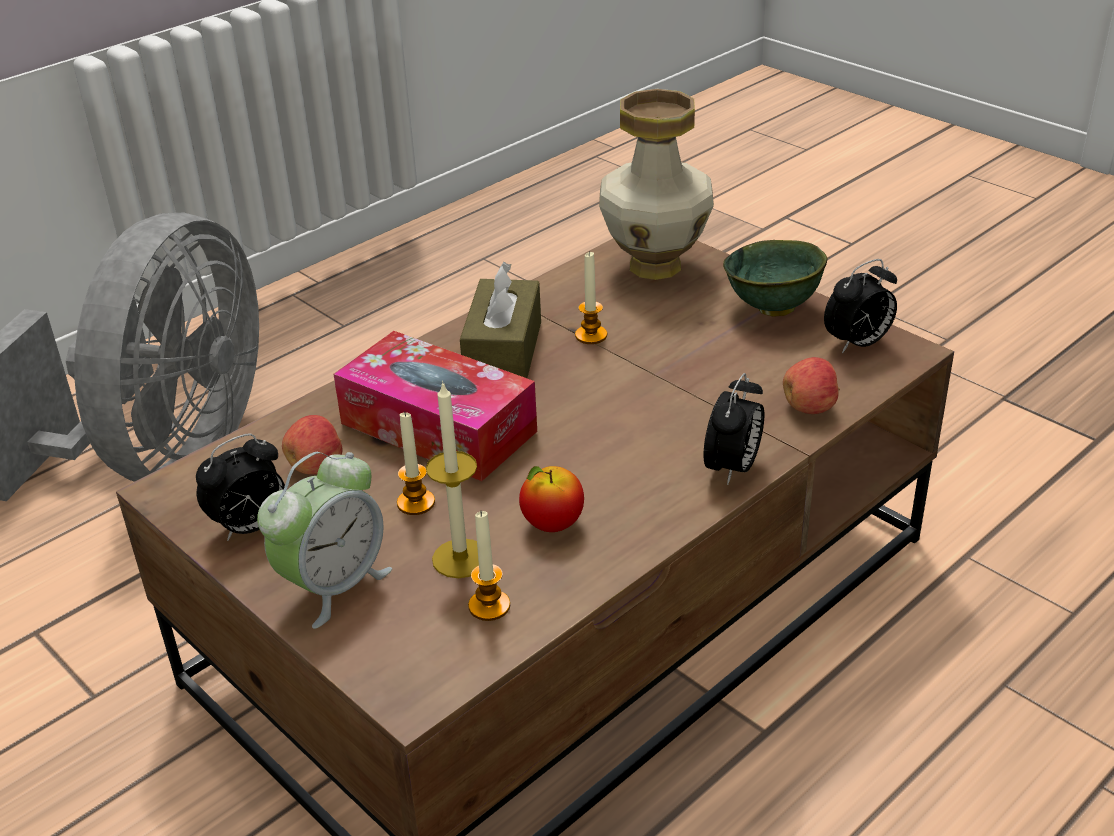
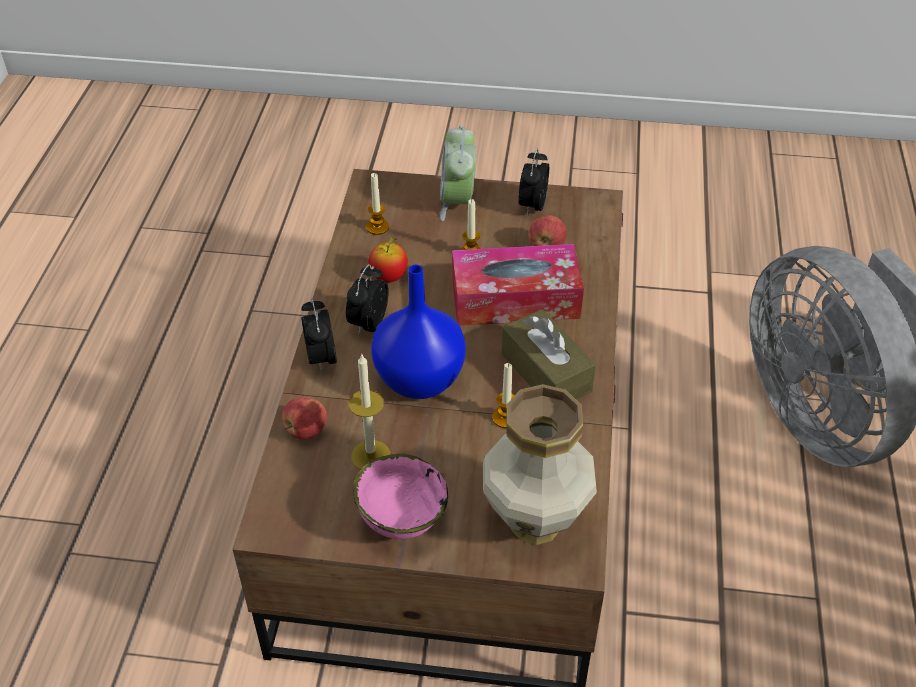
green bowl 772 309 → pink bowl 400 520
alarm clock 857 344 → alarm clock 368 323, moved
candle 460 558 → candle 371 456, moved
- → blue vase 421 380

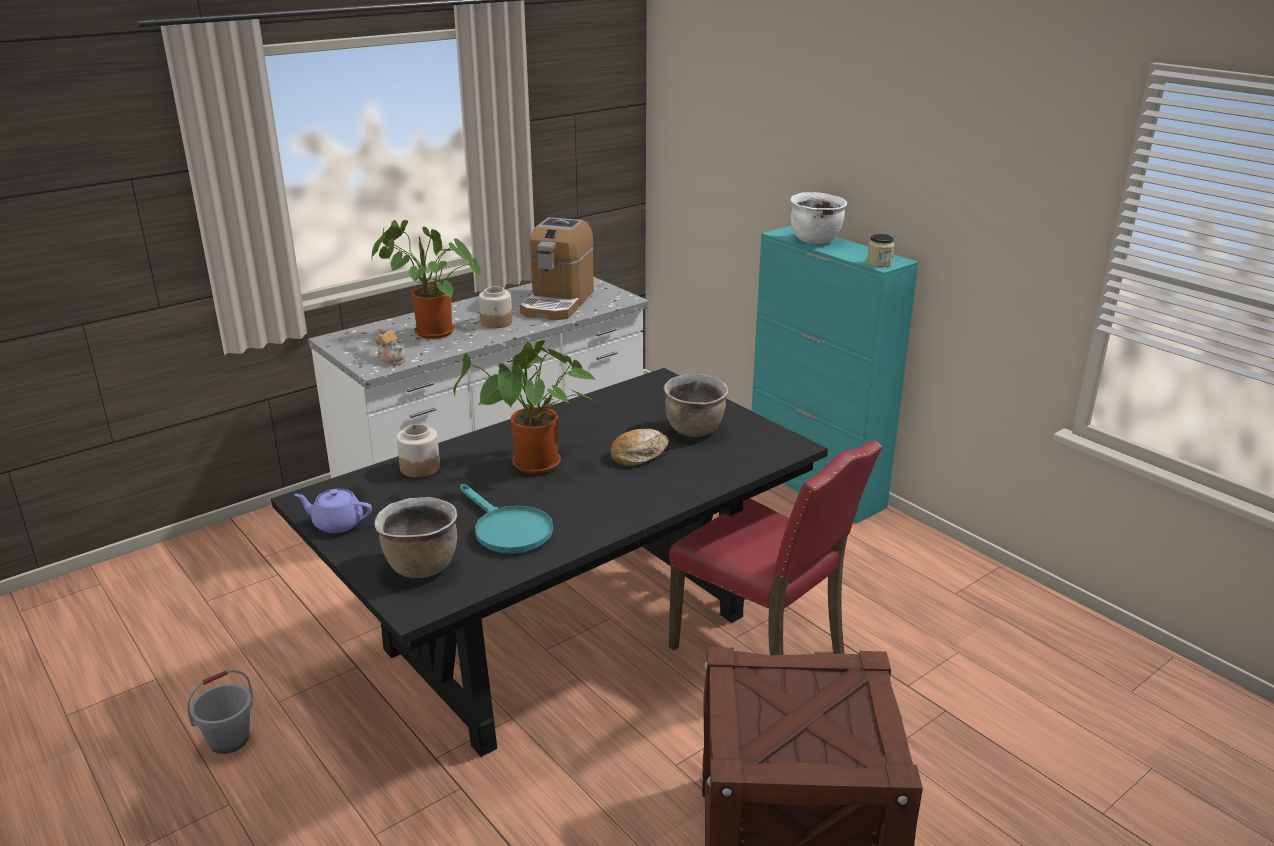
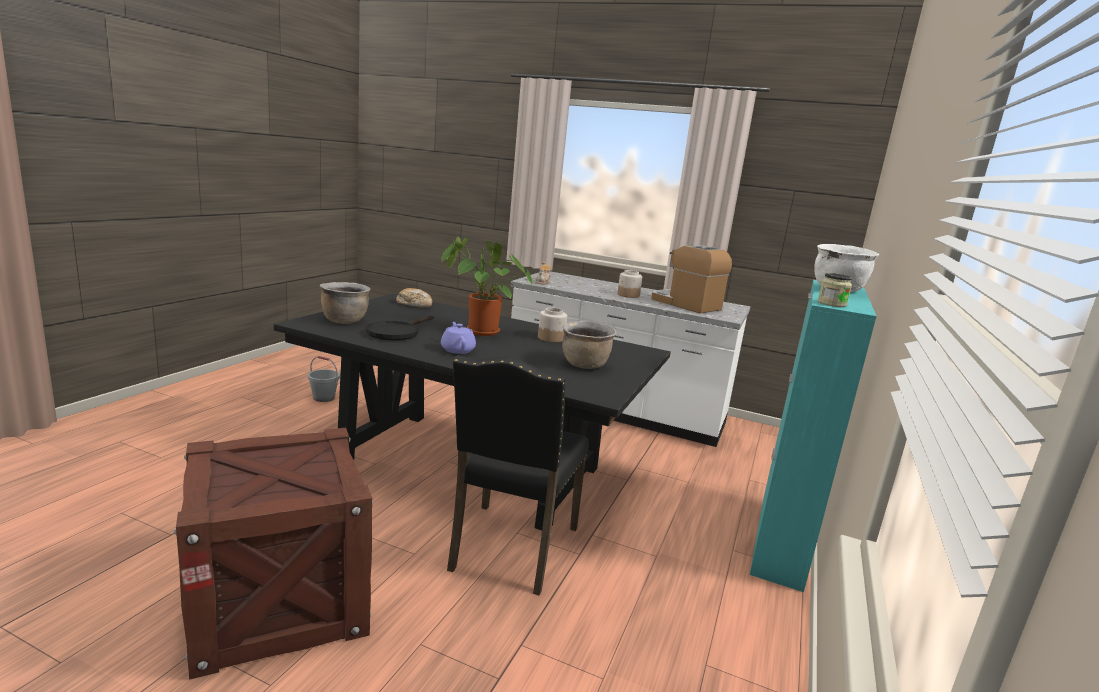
coffee machine 557 302 → coffee machine 685 304, 60 degrees clockwise
potted plant 429 332 → -
jar 420 467 → jar 551 338, moved
bread 639 455 → bread 414 304, moved
red chair 762 650 → black chair 511 549
turquoise frying pan 507 529 → black frying pan 397 332
purple teapot 337 524 → purple teapot 457 350, moved

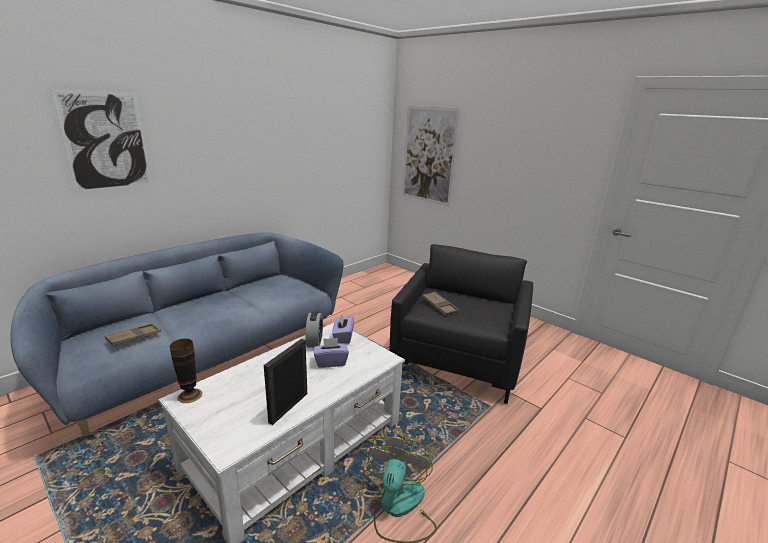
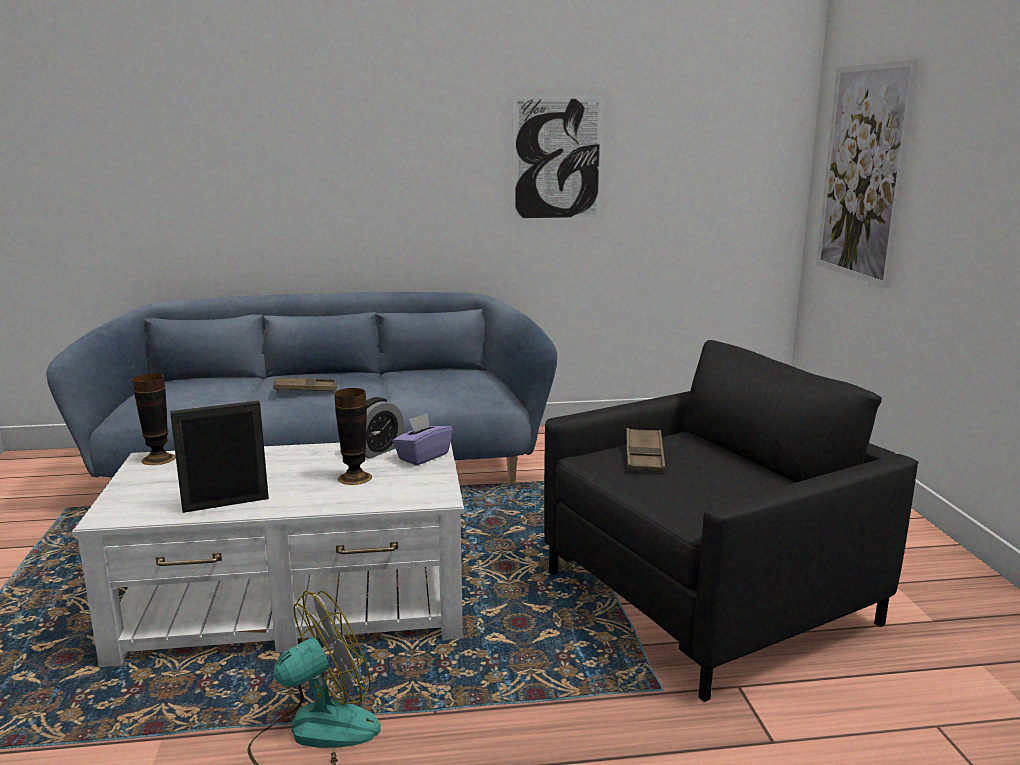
picture 106 141 → picture 557 159, moved
brown tray 134 337 → brown tray 305 389, moved
purple tissue box 330 362 → vase 355 478

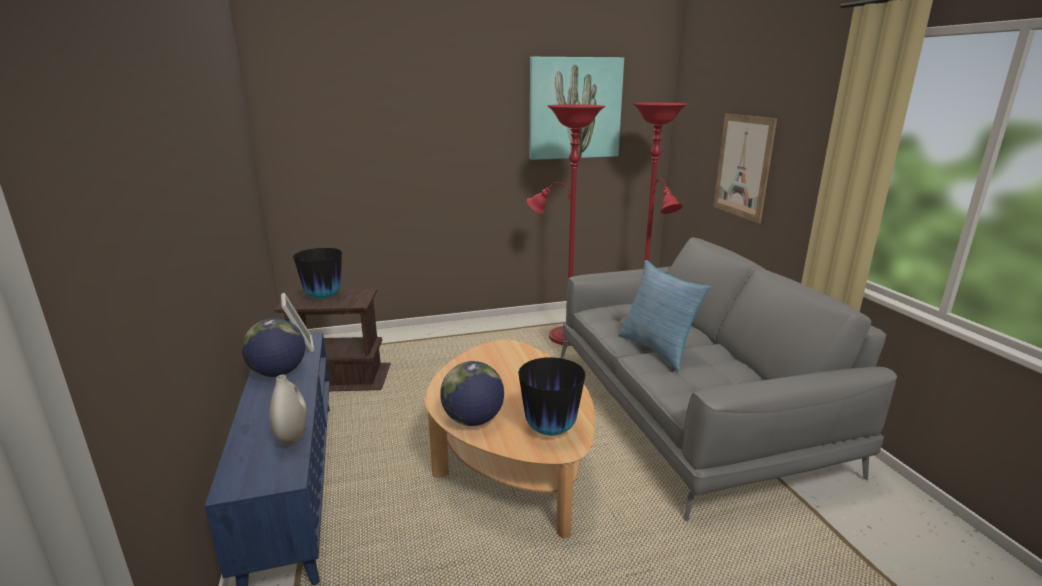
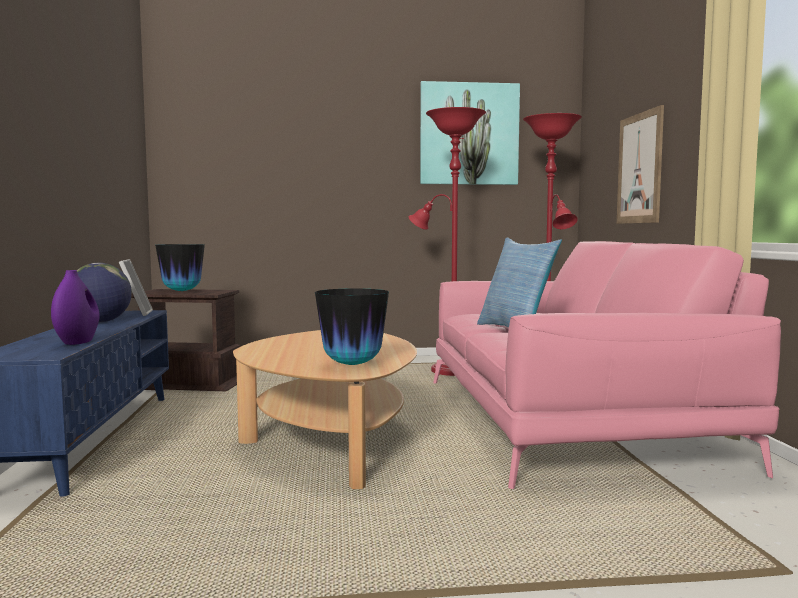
grey sofa 689 411 → pink sofa 565 421
globe 473 420 → -
white vase 292 435 → purple vase 77 342

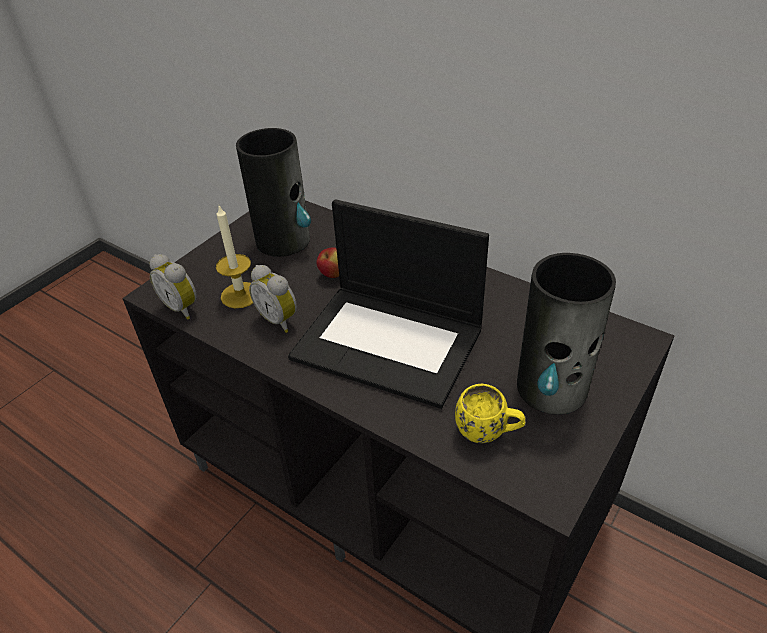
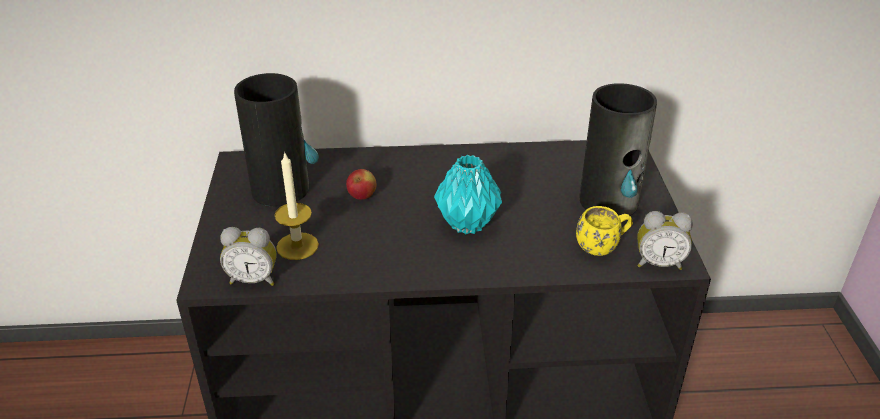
laptop 390 342 → turquoise vase 468 224
alarm clock 280 319 → alarm clock 658 263, moved

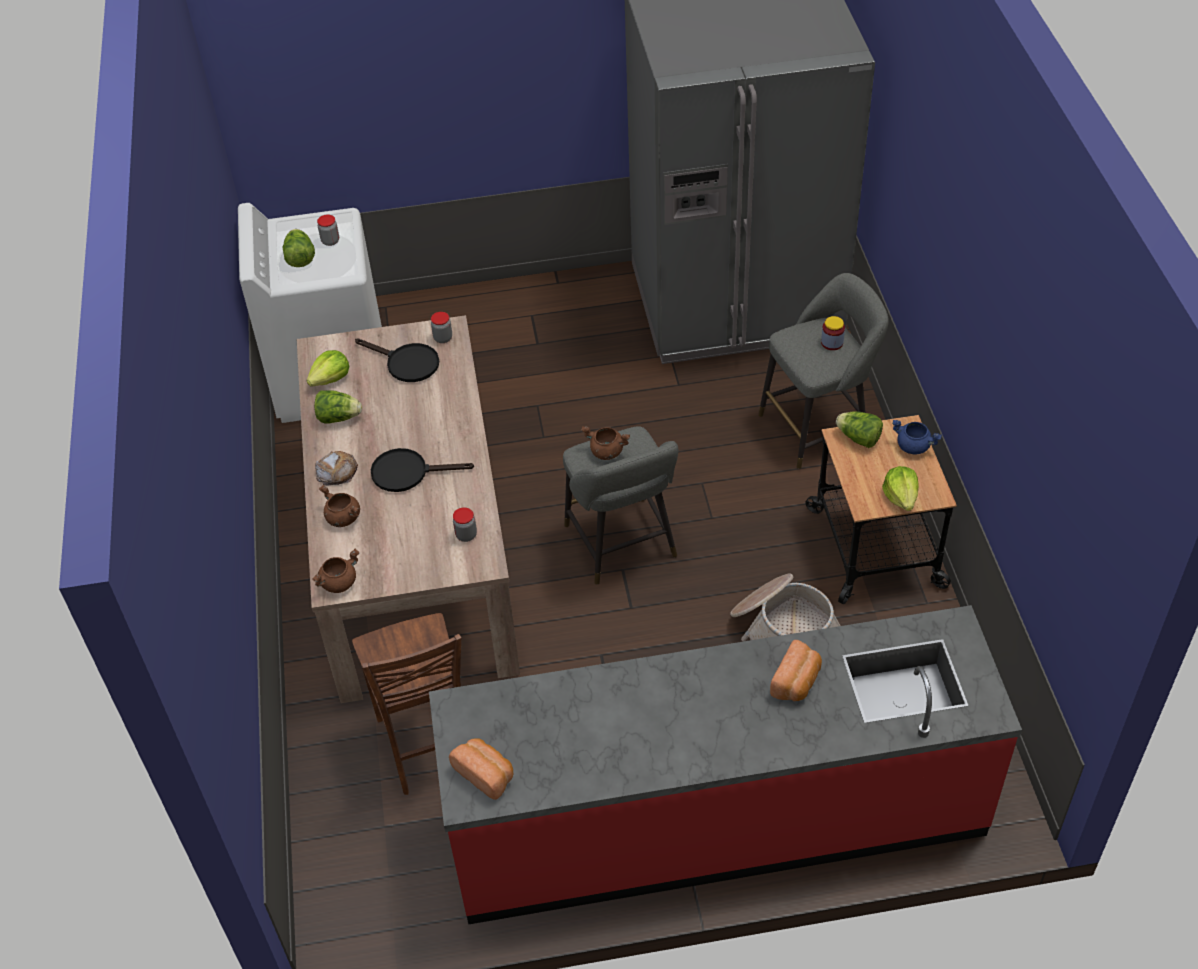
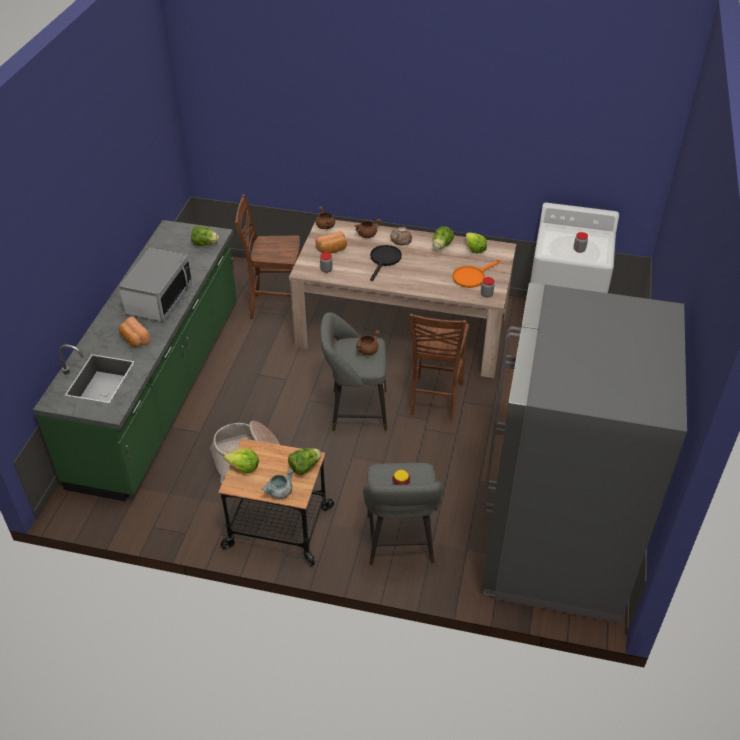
lettuce 300 258 → lettuce 205 244, moved
black frying pan 406 363 → orange frying pan 472 277
blue cooking pot 914 446 → grey cooking pot 279 492
red counter 716 817 → green counter 161 390
bread 485 774 → bread 332 250, moved
- → microwave 159 300
- → brown chair 434 399

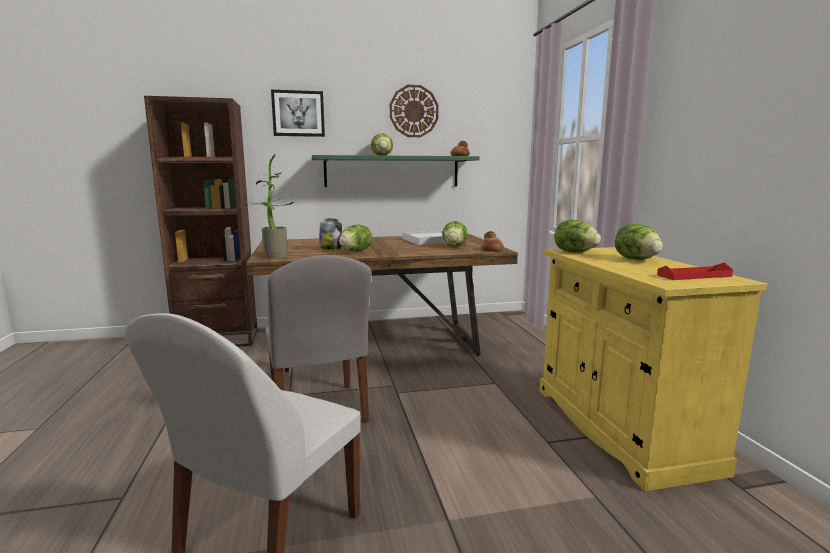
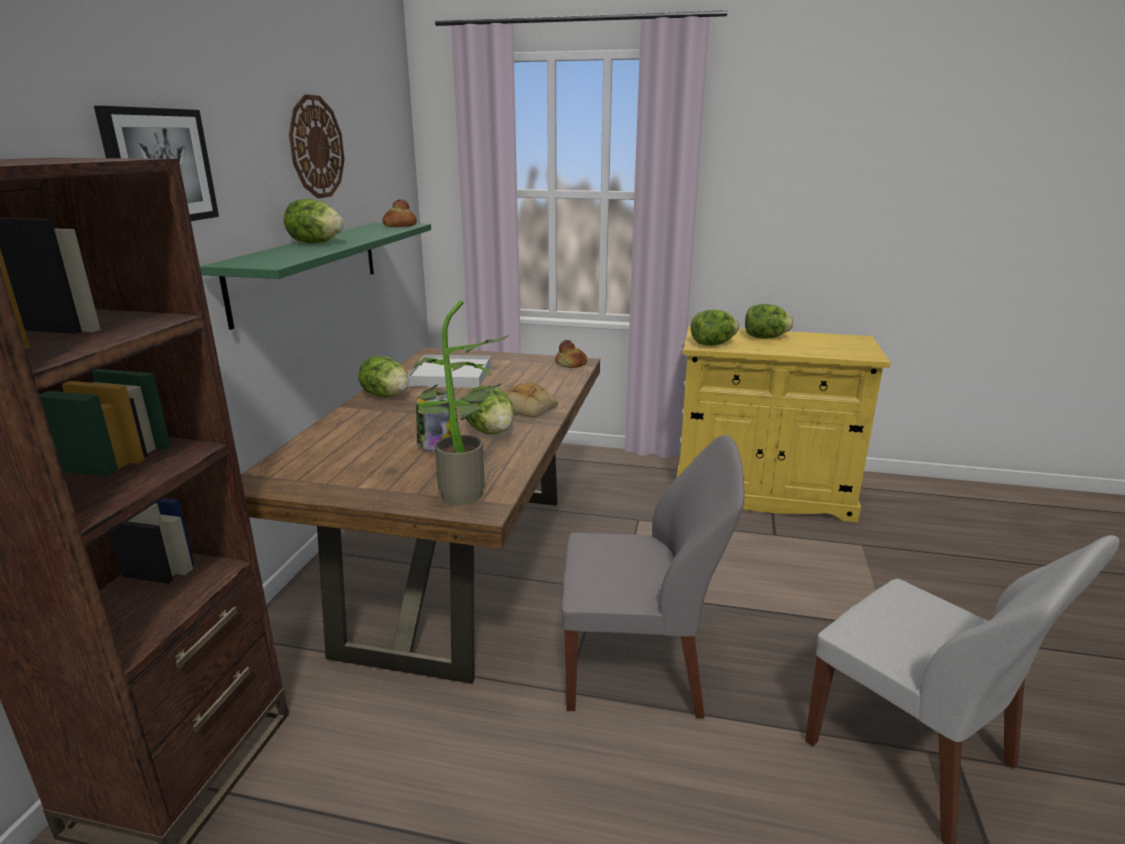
lettuce 454 246 → lettuce 386 396, moved
red tray 694 276 → -
- → bread 528 408

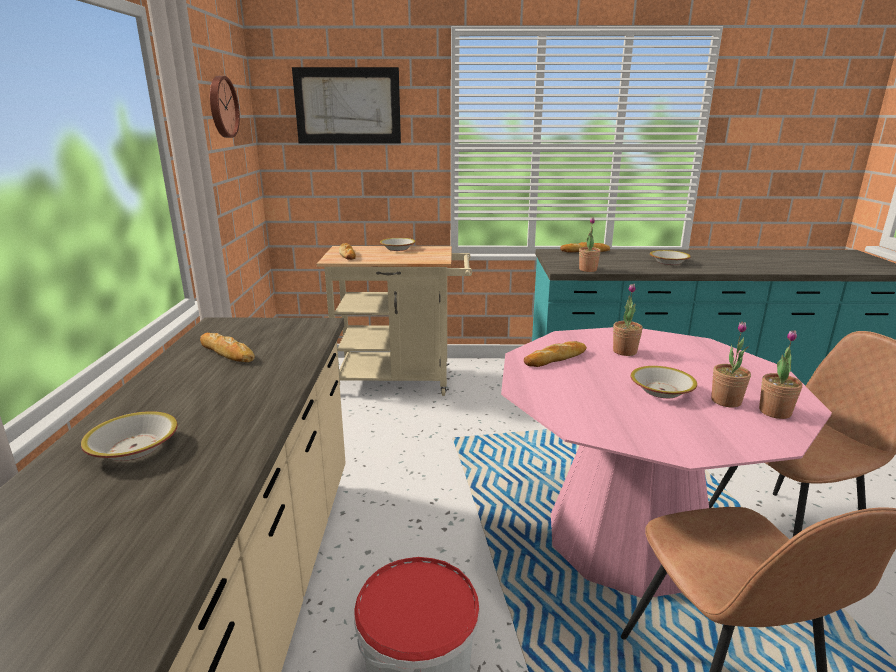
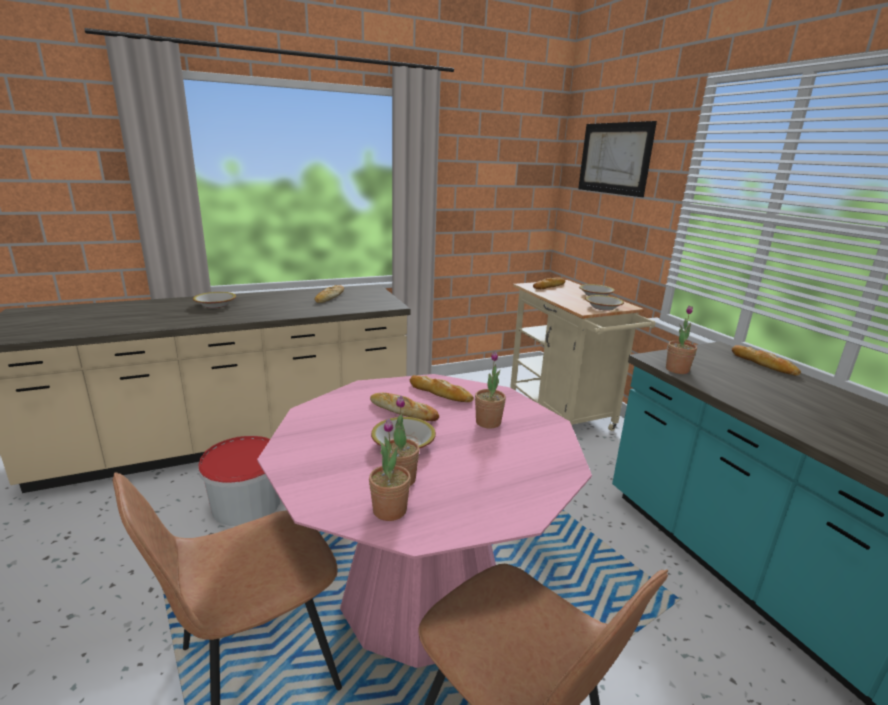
wall clock 221 107 → -
bowl 668 262 → bowl 602 307, moved
- → bread 403 411

